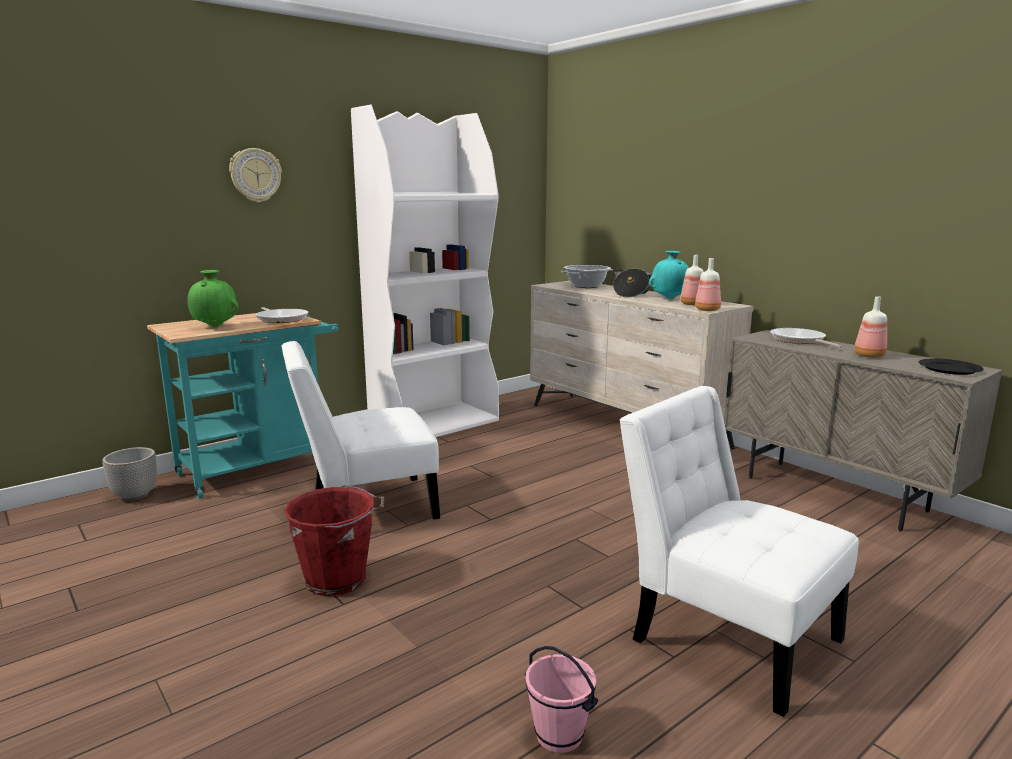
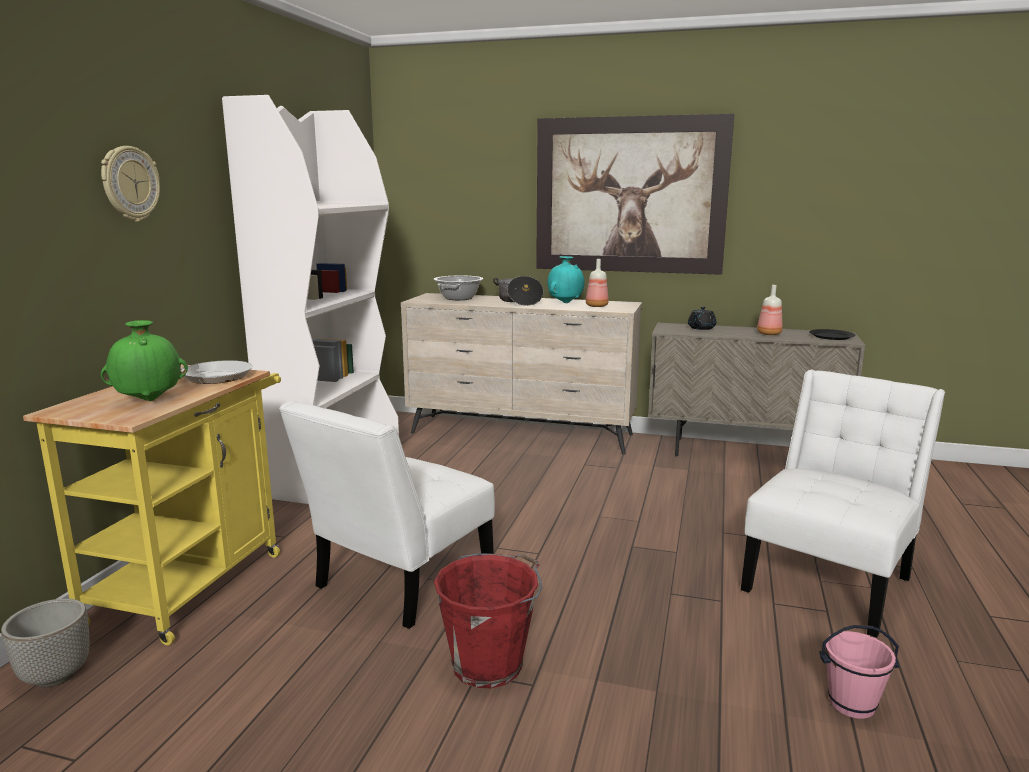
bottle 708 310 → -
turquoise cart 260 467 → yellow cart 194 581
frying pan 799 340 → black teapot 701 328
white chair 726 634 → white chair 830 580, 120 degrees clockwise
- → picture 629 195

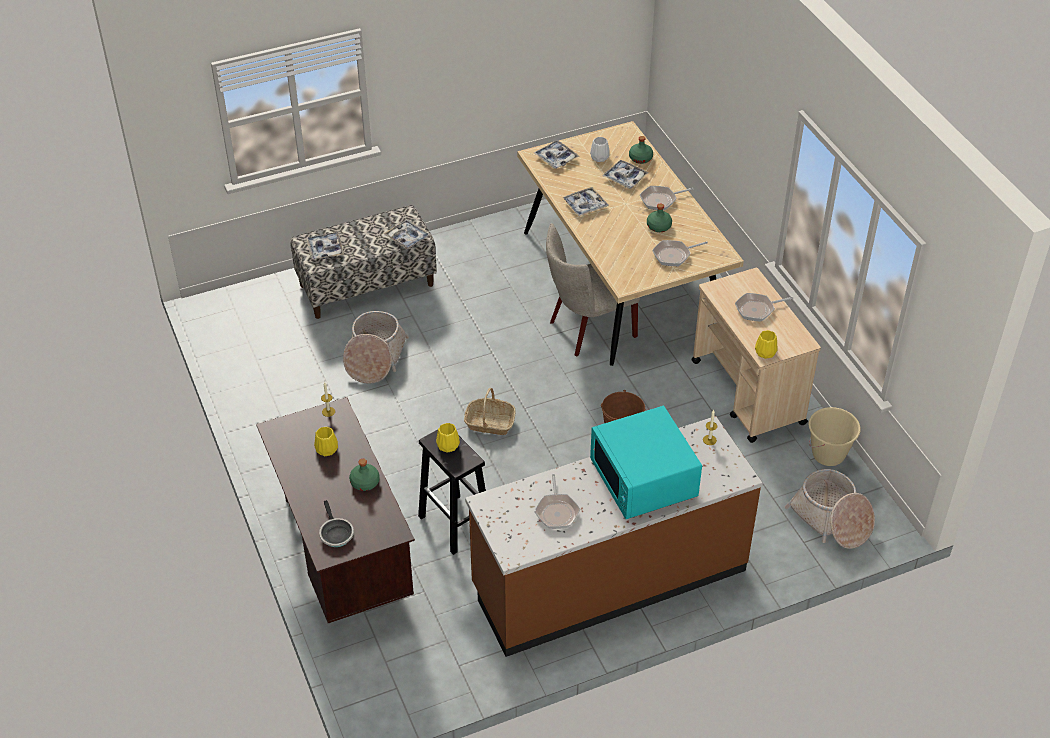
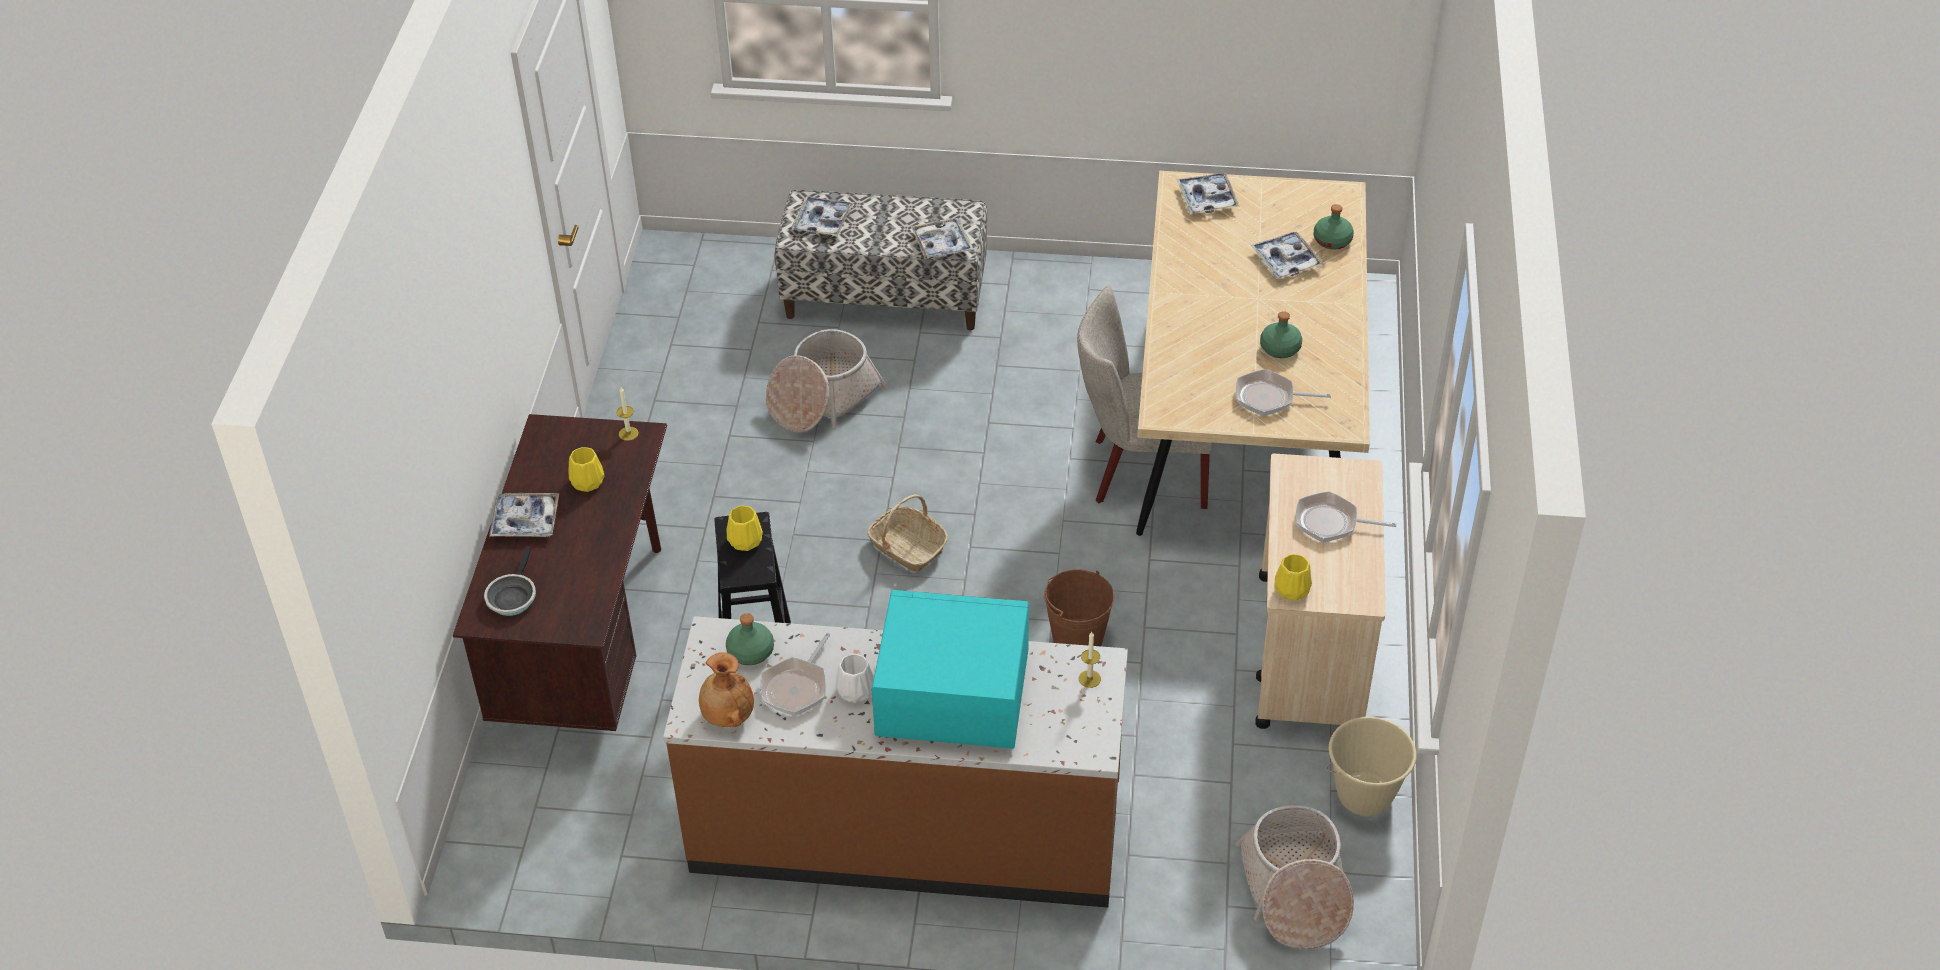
white vase 600 157 → white vase 856 691, moved
frying pan 660 200 → -
tray 585 205 → tray 525 521, moved
turquoise microwave 643 479 → turquoise microwave 951 694, 90 degrees clockwise
green bottle 364 482 → green bottle 750 652, moved
- → brown vase 727 715

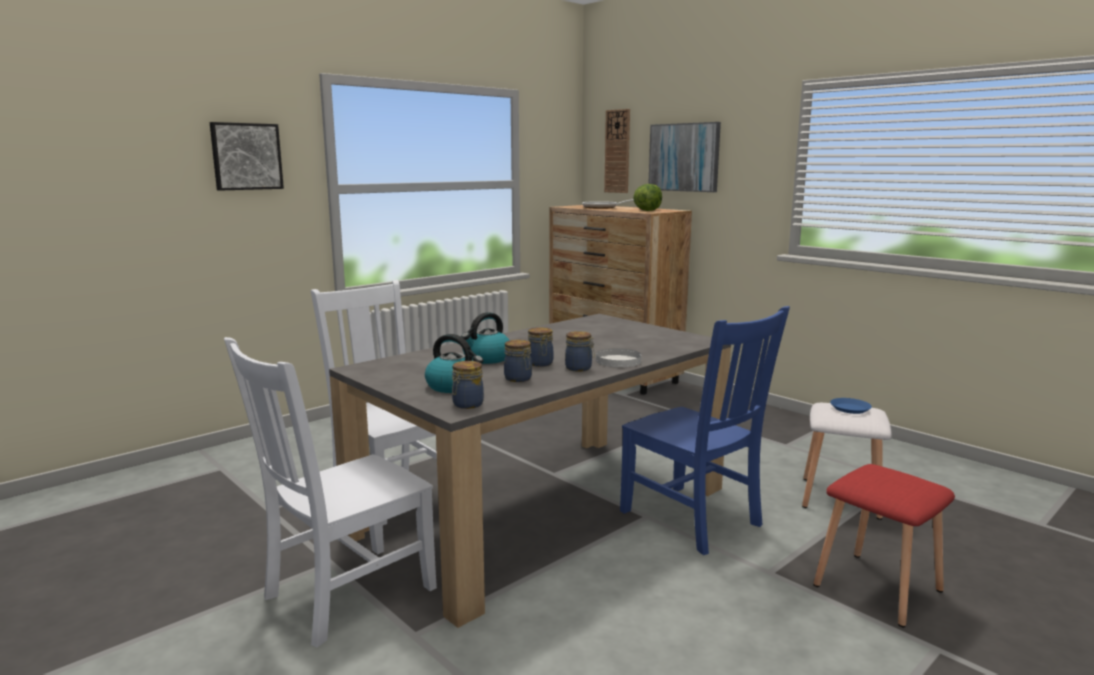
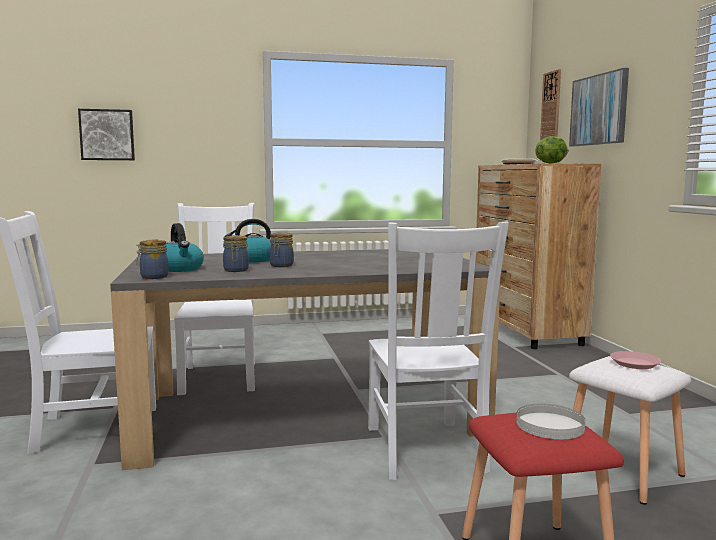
picture 246 156 → picture 107 135, moved
blue chair 693 520 → white chair 425 451
jar 579 368 → -
white plate 618 361 → white plate 549 425, moved
blue plate 849 408 → pink plate 634 363

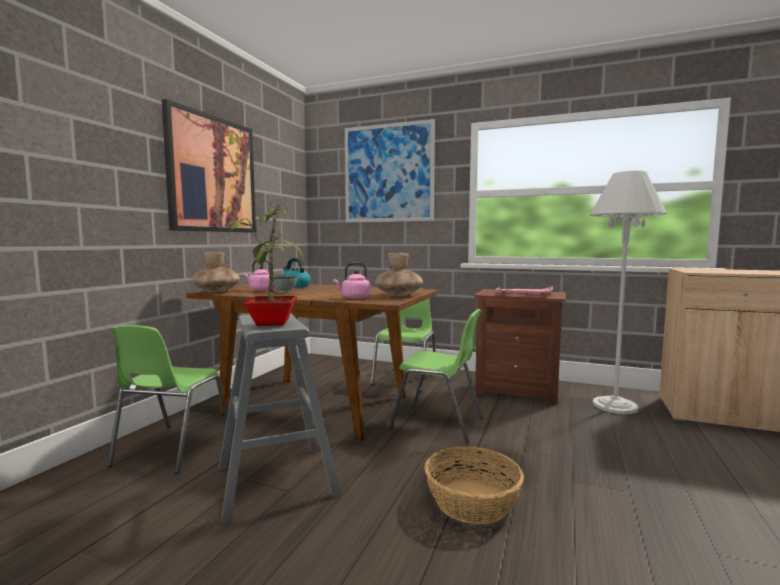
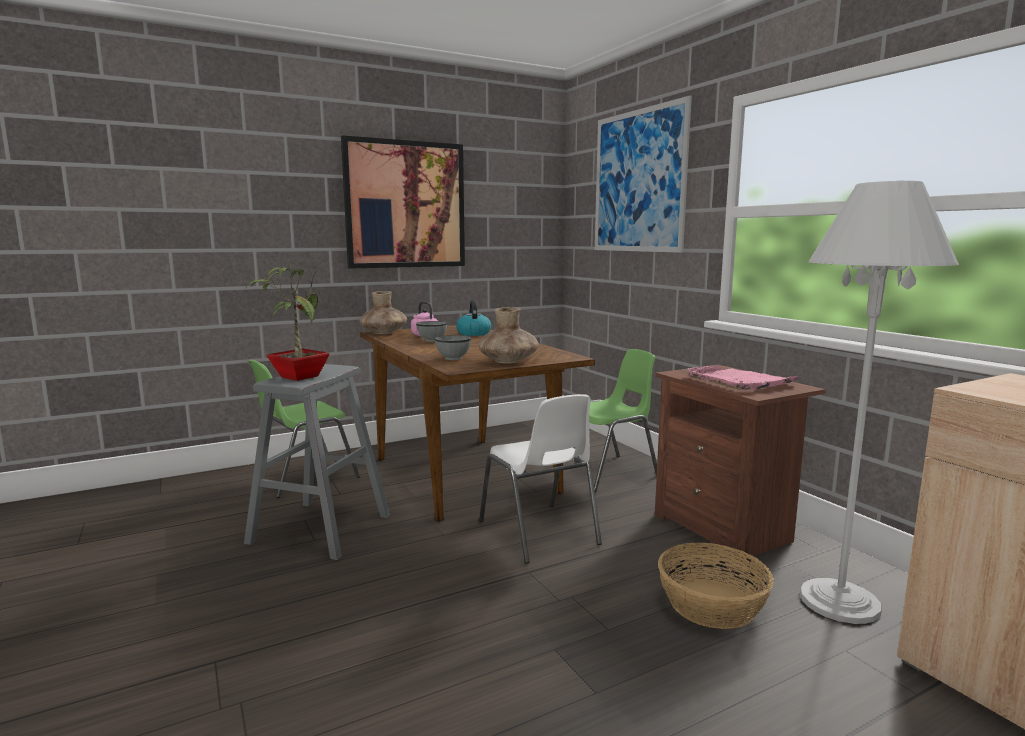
pink kettle 354 298 → grey bowl 453 358
green chair 438 424 → white chair 539 533
basket 473 502 → basket 712 605, moved

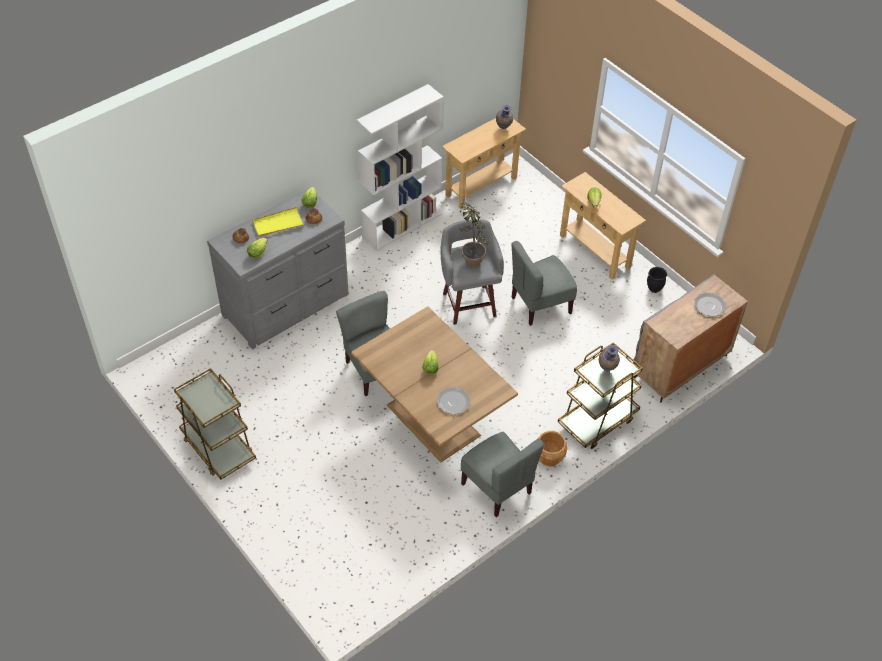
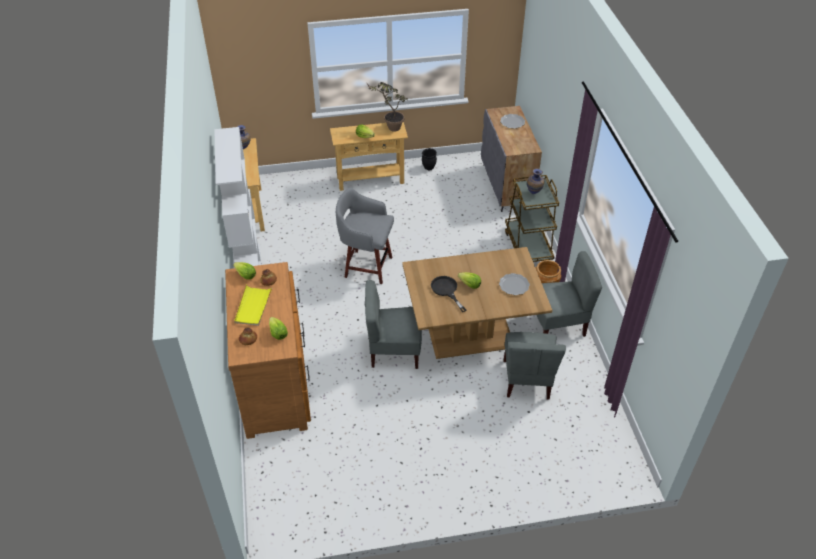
grey dresser 287 305 → brown dresser 276 384
potted plant 471 257 → potted plant 389 127, moved
grey chair 540 305 → grey chair 527 380, moved
brown cart 218 448 → -
- → black frying pan 446 290

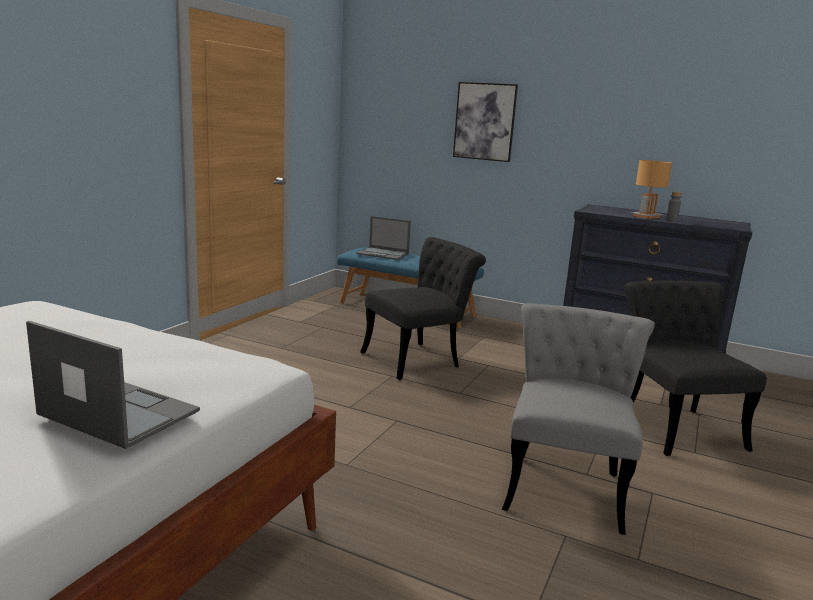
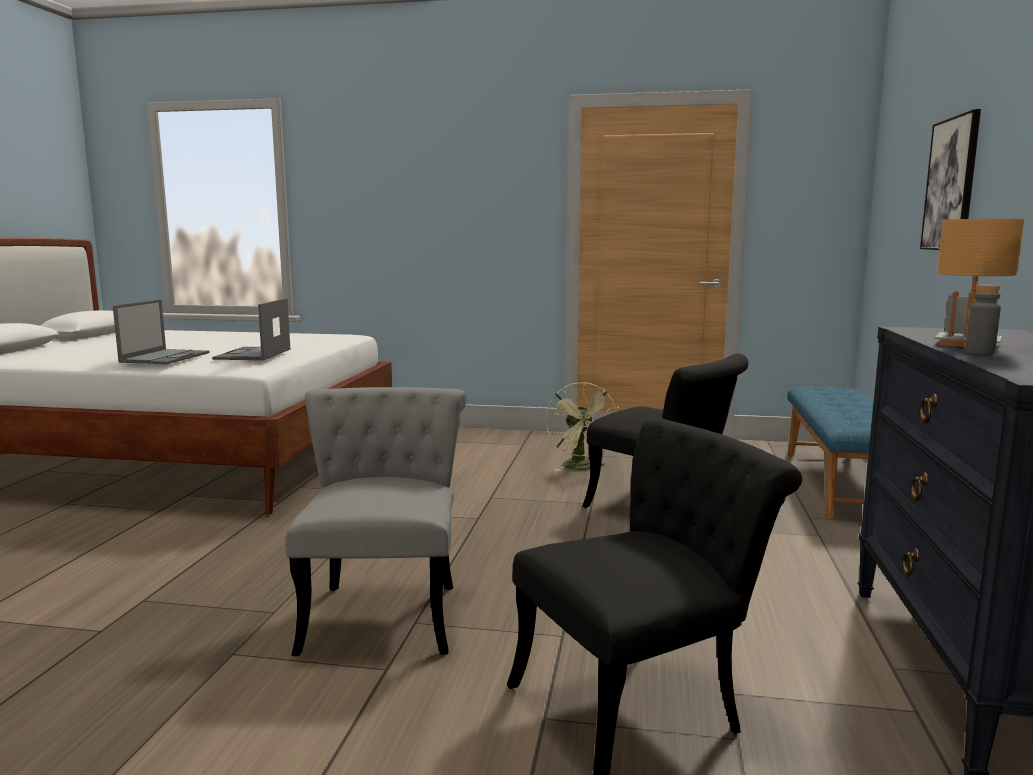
laptop 383 254 → laptop 253 354, moved
grey chair 564 483 → grey chair 385 609, 90 degrees counterclockwise
- → green fan 582 468

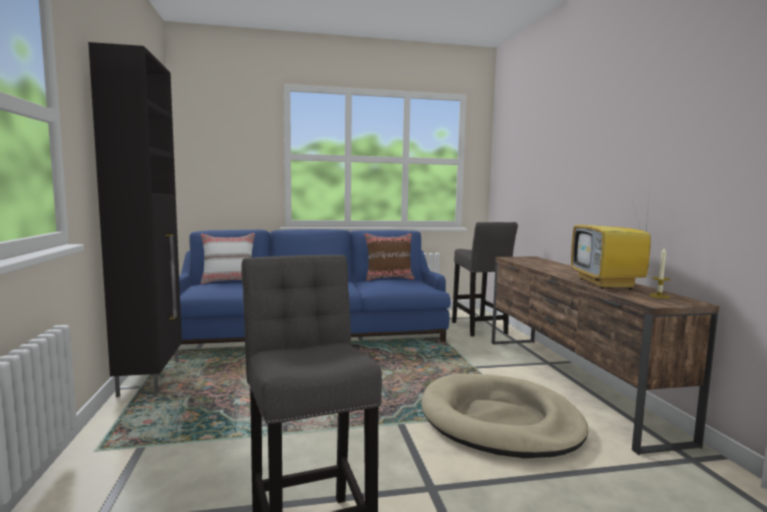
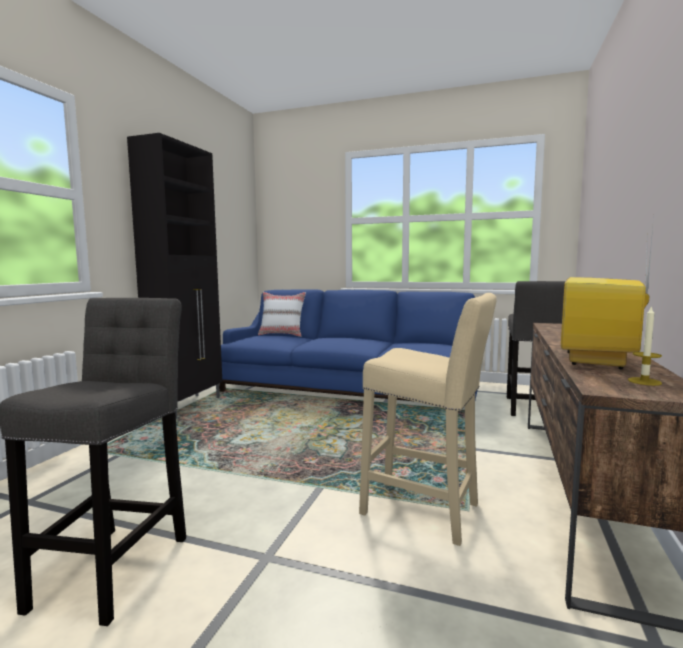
brown pillow 389 278 → -
beige dog bed 499 421 → beige stool 426 512

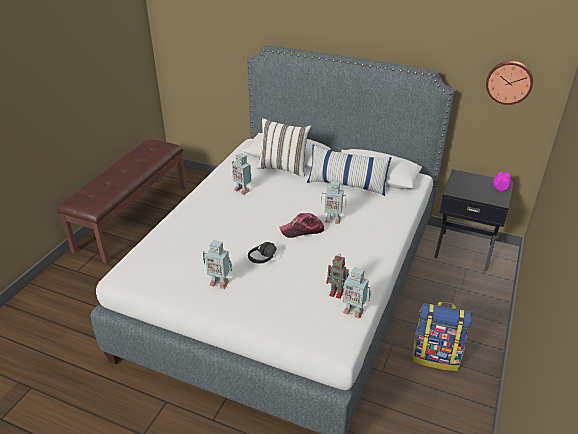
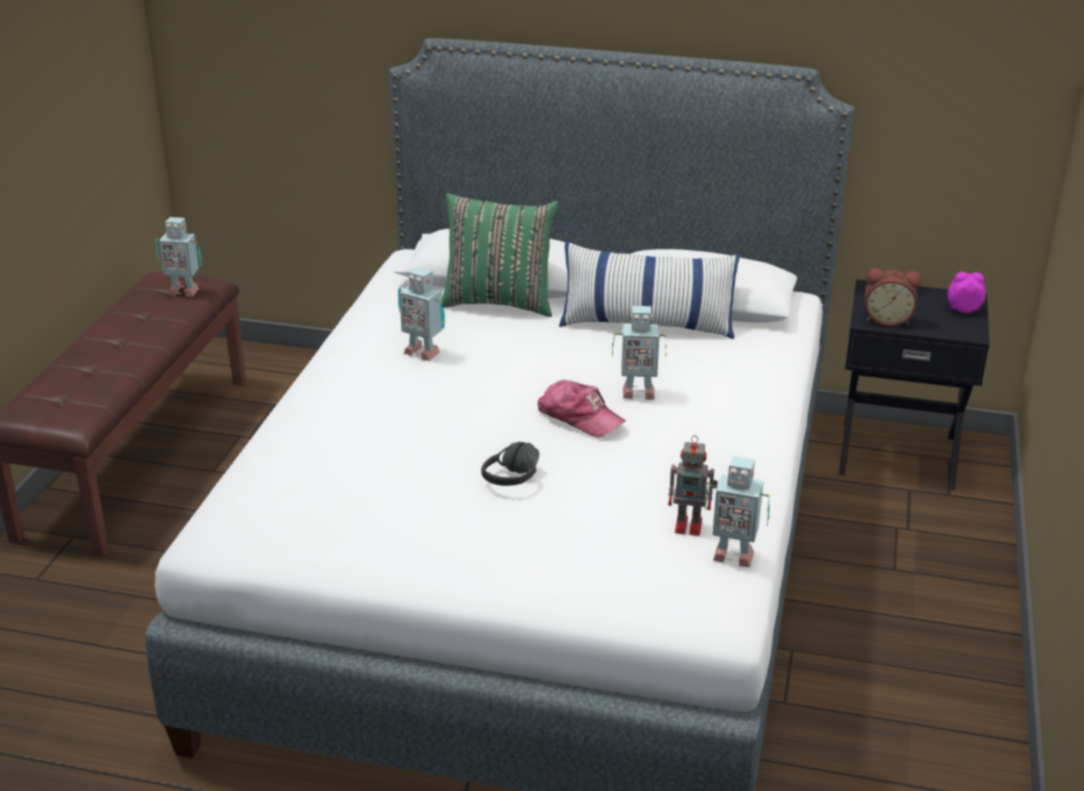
wall clock 509 82 → -
white pillow 283 168 → green pillow 499 302
cap 302 230 → cap 580 417, 120 degrees counterclockwise
toy robot 219 282 → toy robot 183 291, moved
backpack 436 356 → -
- → alarm clock 887 319

